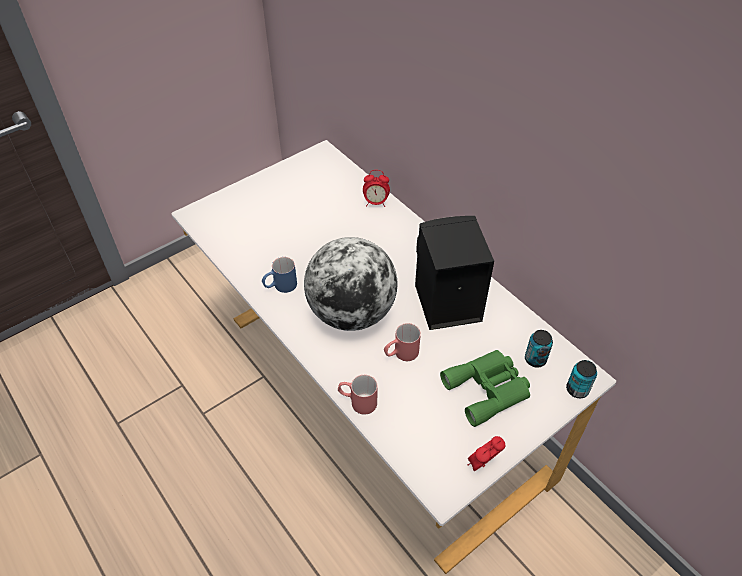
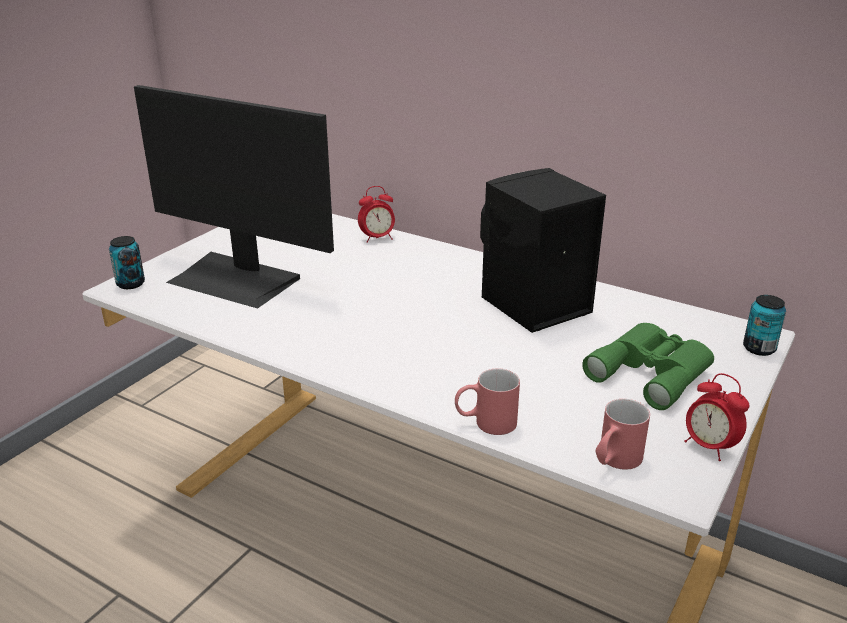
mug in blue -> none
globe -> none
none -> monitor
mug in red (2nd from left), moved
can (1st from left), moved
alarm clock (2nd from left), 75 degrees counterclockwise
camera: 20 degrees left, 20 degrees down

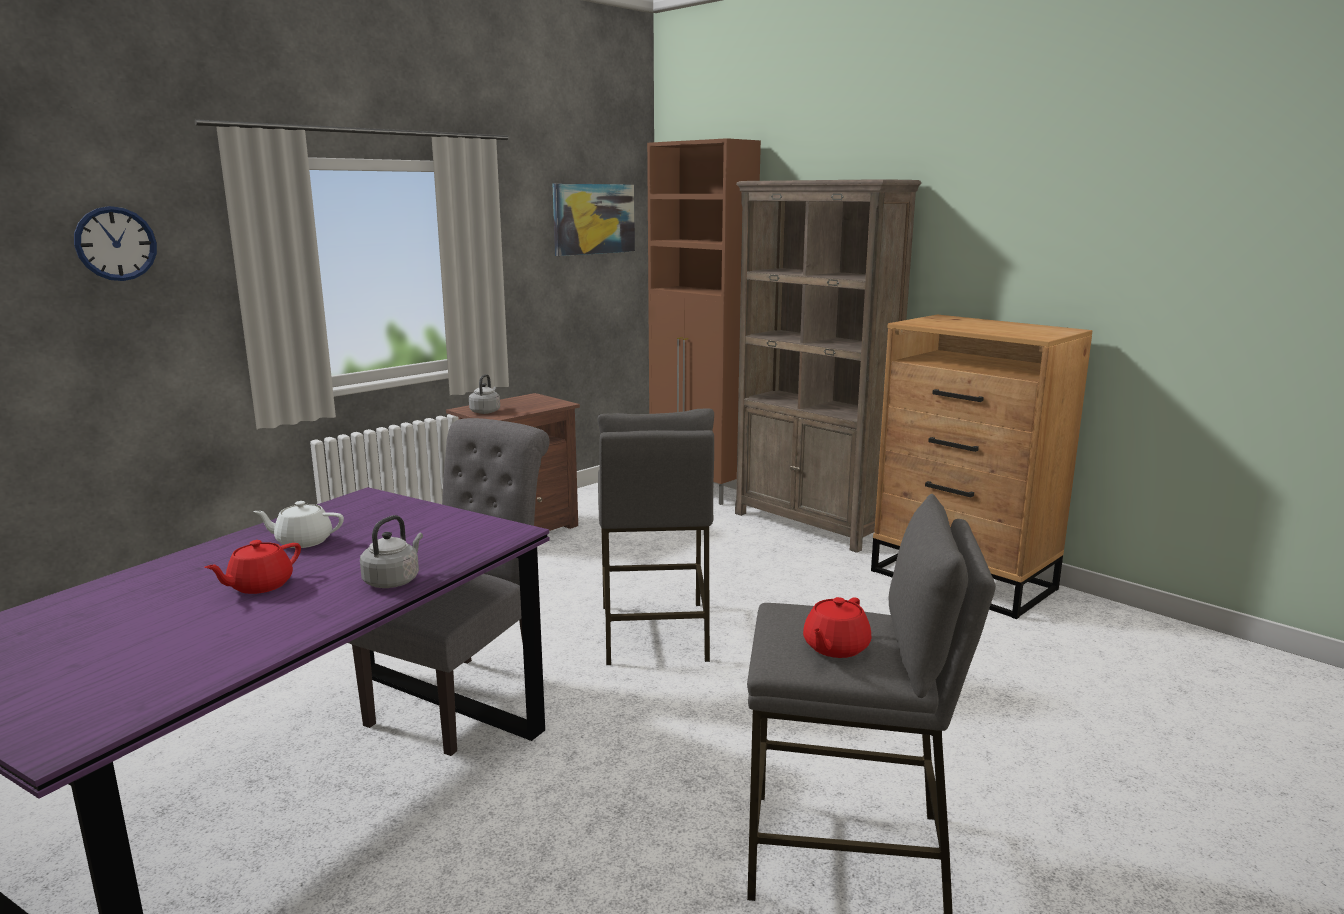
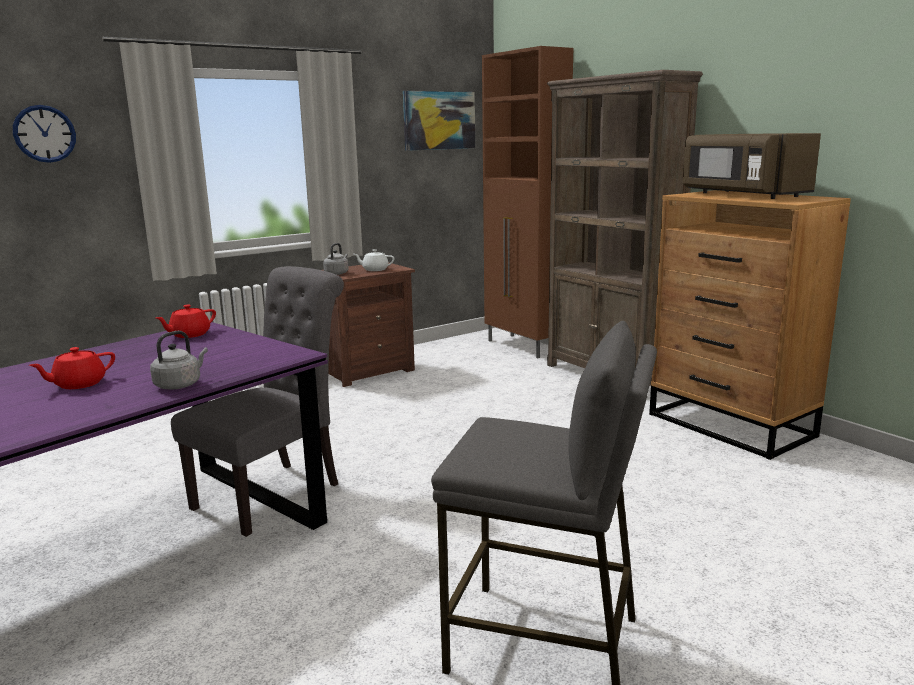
stool in grey (1st from left) -> none
none -> microwave in brown
teapot in white, moved
teapot in red (2nd from left), moved
camera: 10 degrees right, 0 degrees up

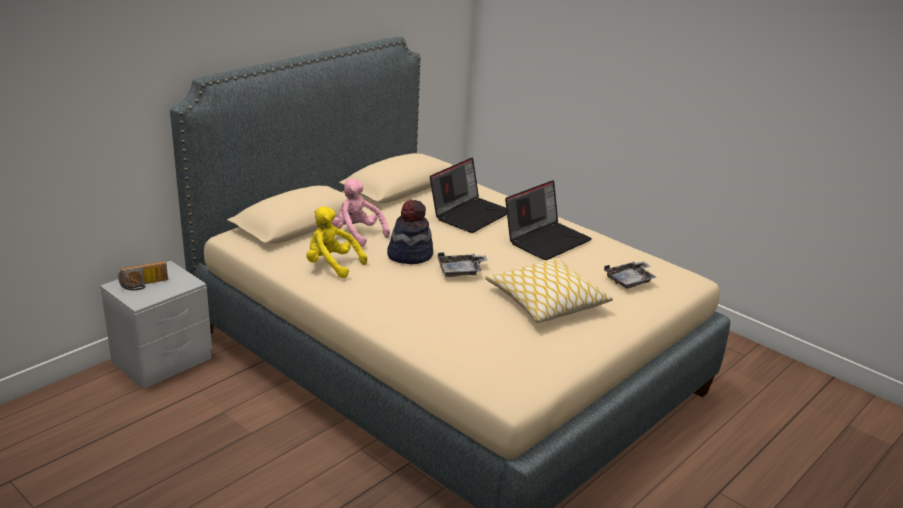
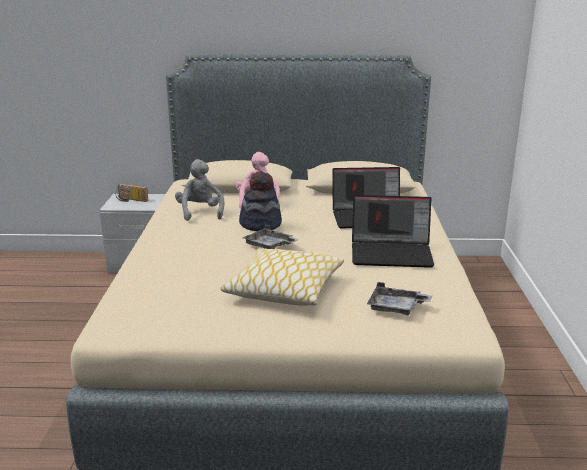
plush toy in yellow -> plush toy in grey
camera: 50 degrees right, 5 degrees down

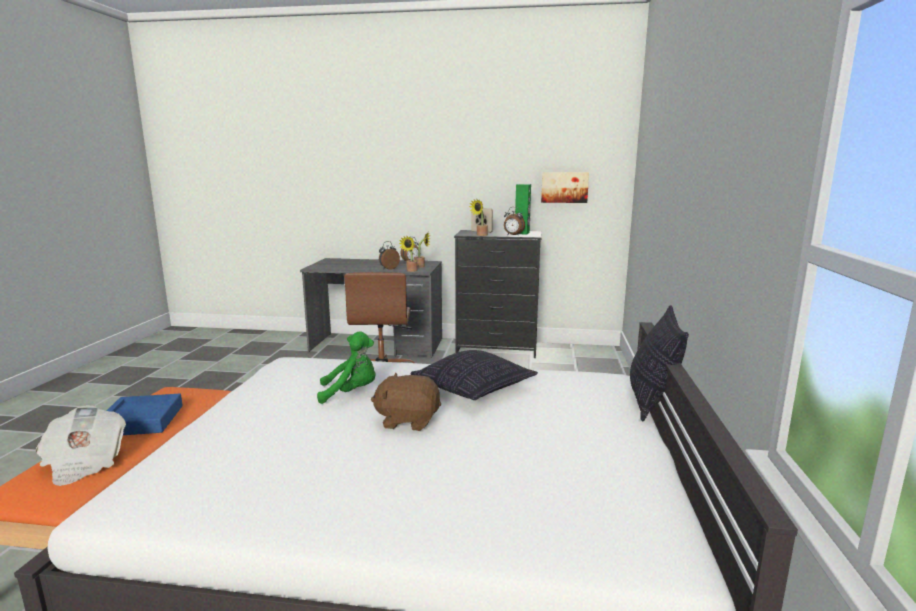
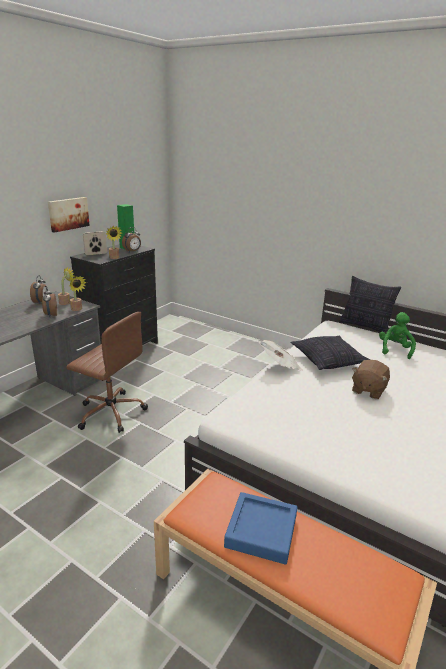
newspaper, moved
plush toy in green, moved
picture, moved
camera: 65 degrees left, 10 degrees up

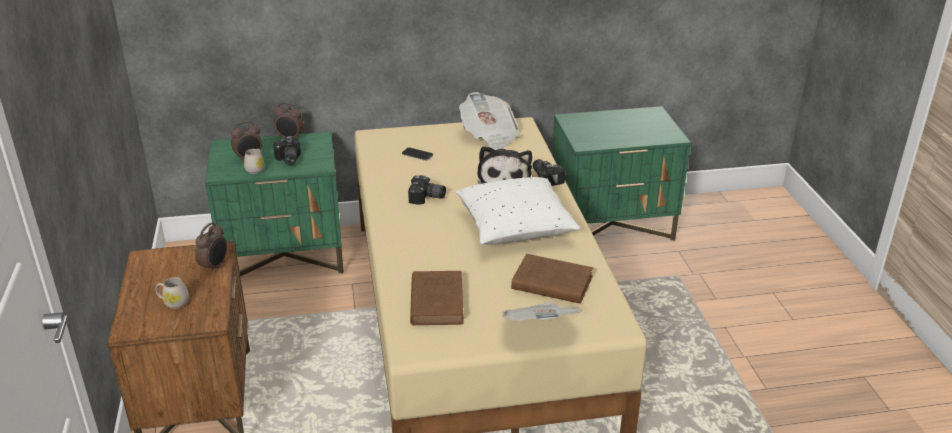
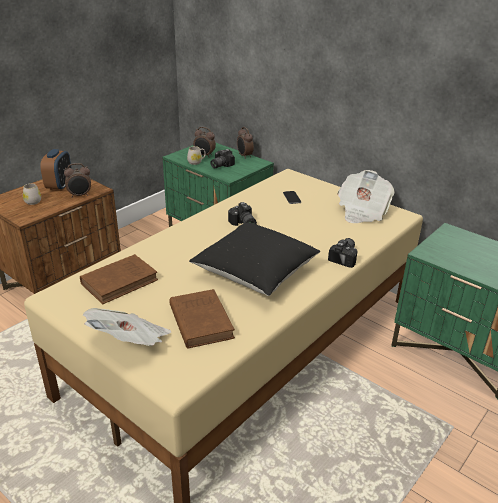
plush toy -> none
none -> alarm clock (1st from left)
pillow in white -> pillow in black
camera: 50 degrees right, 0 degrees up

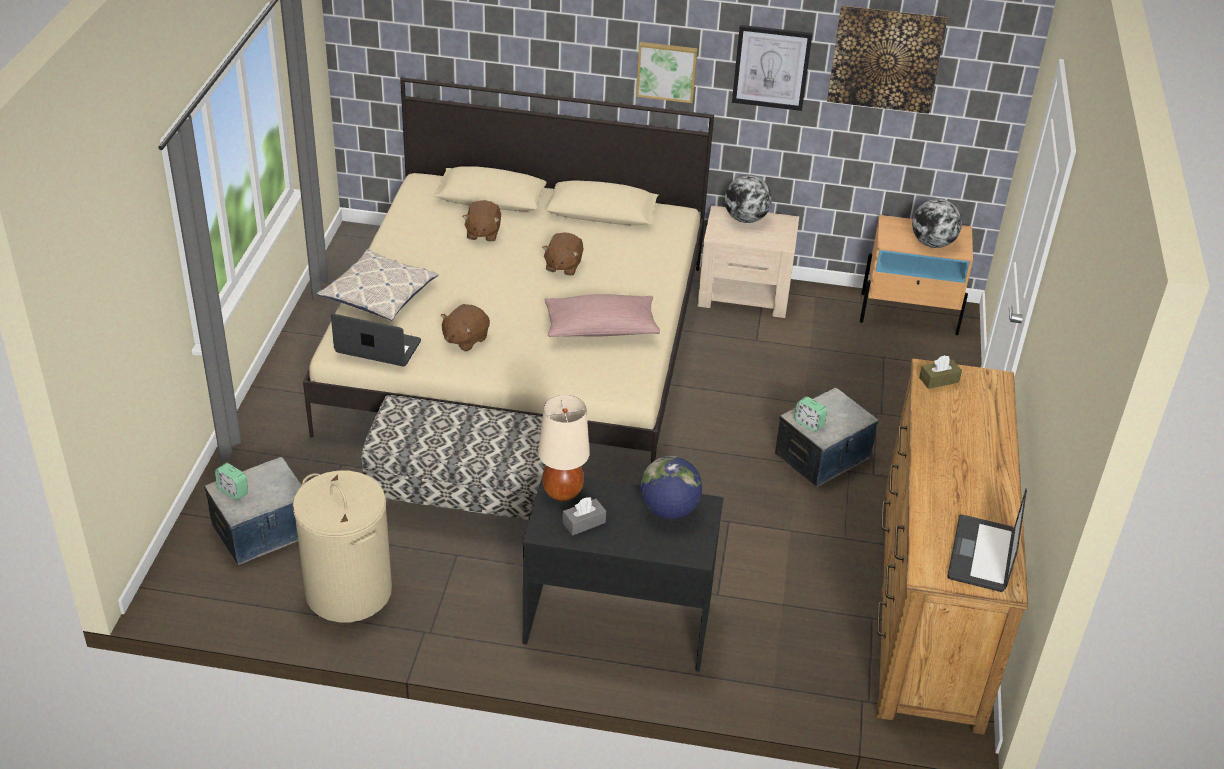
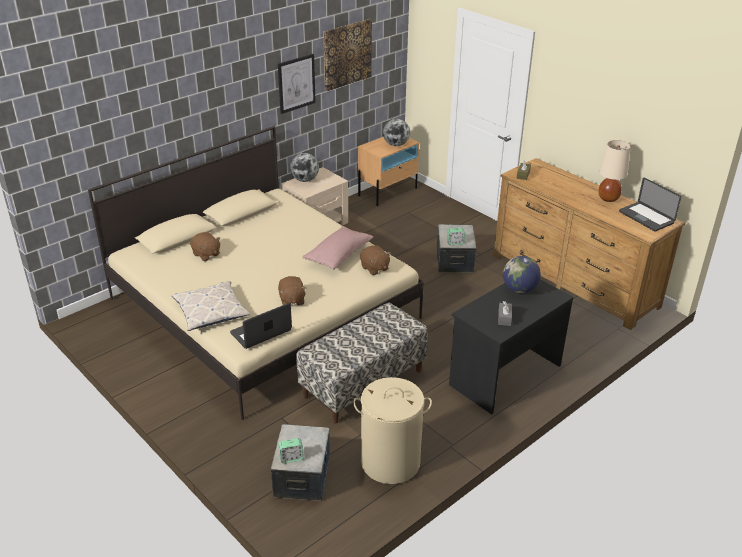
picture (1st from left) -> none
table lamp in beige, moved
plush toy in brown (3rd from left), moved
camera: 50 degrees left, 5 degrees down

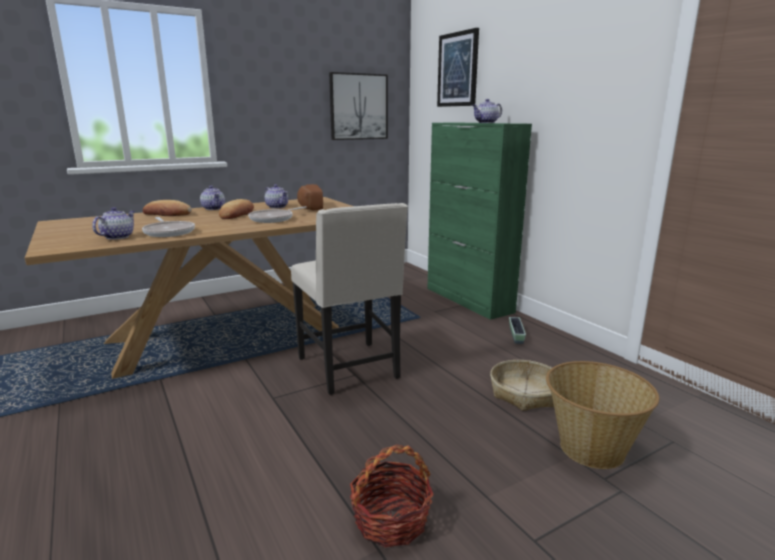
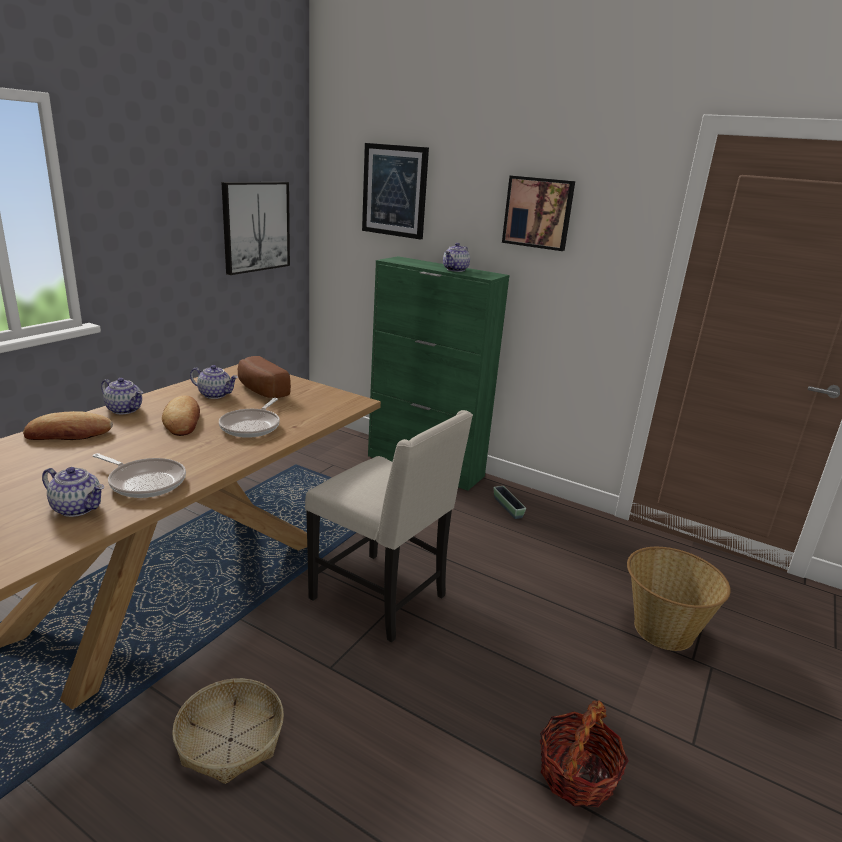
none -> picture (3rd from left)
basket (2nd from left in the first image) -> basket (1st from left), moved
teapot (1st from left), 120 degrees clockwise
camera: 30 degrees left, 5 degrees up

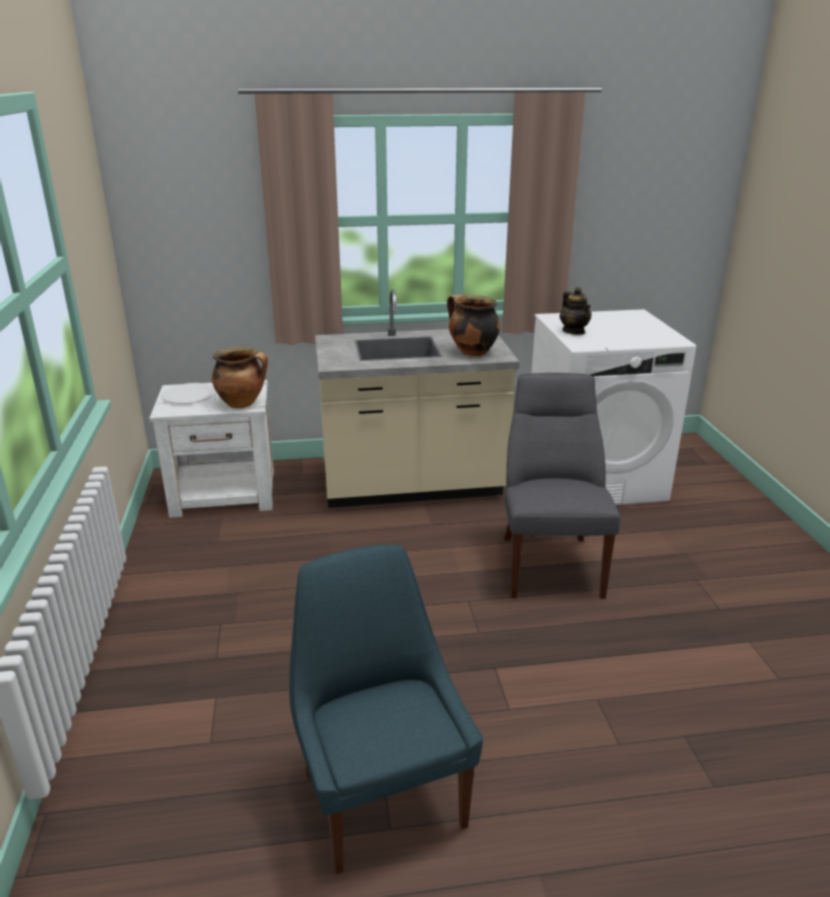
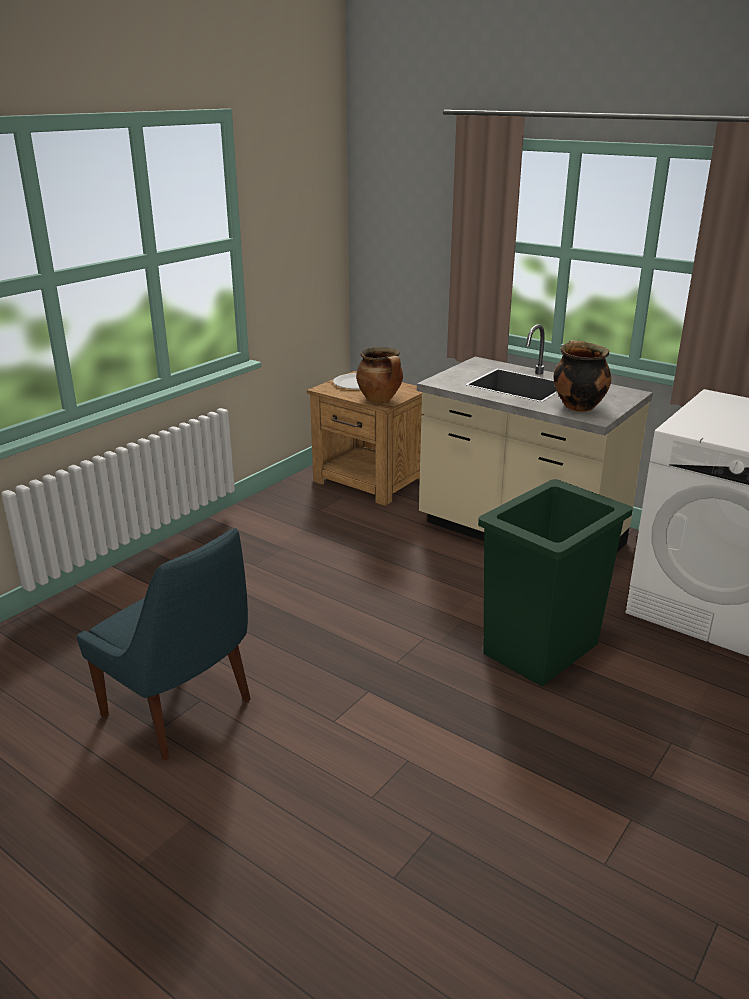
teapot -> none
chair in grey -> trash can in green
nightstand in white -> nightstand in brown
chair in blue, 105 degrees clockwise
camera: 45 degrees right, 0 degrees up

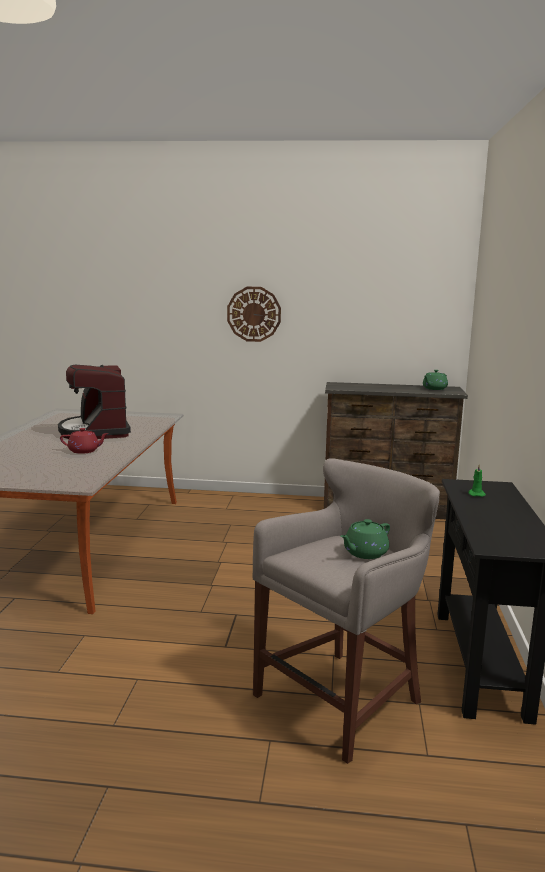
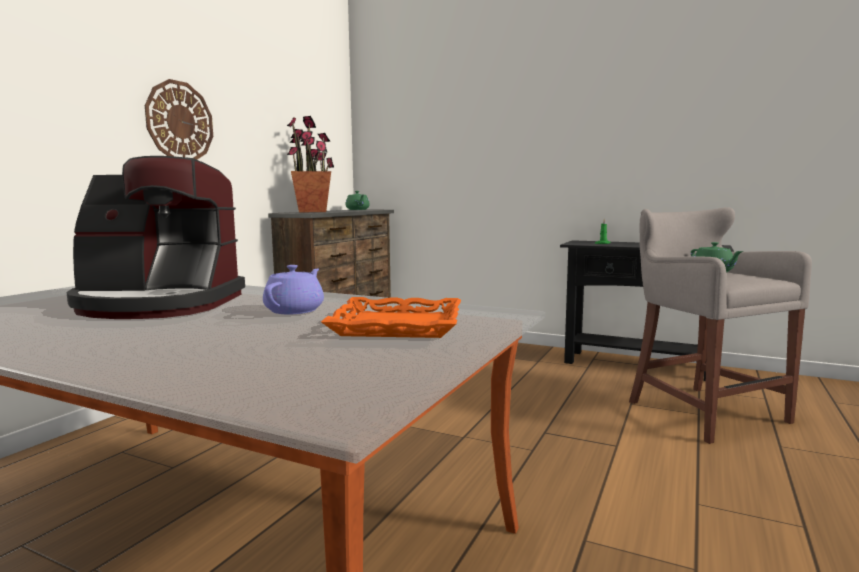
none -> potted plant
none -> tray in orange
teapot in red -> teapot in purple
camera: 70 degrees left, 5 degrees down

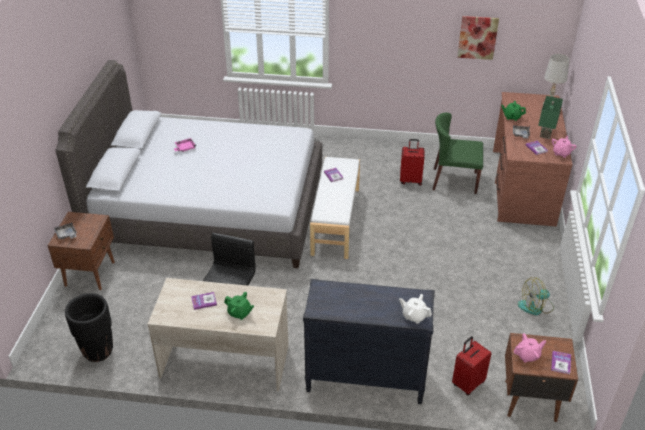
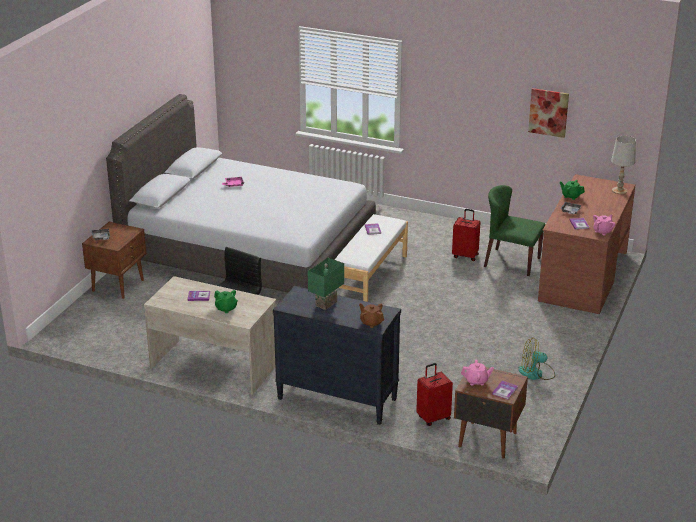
planter in black -> none
table lamp in green, moved
teapot in white -> teapot in brown
camera: 15 degrees right, 10 degrees down

